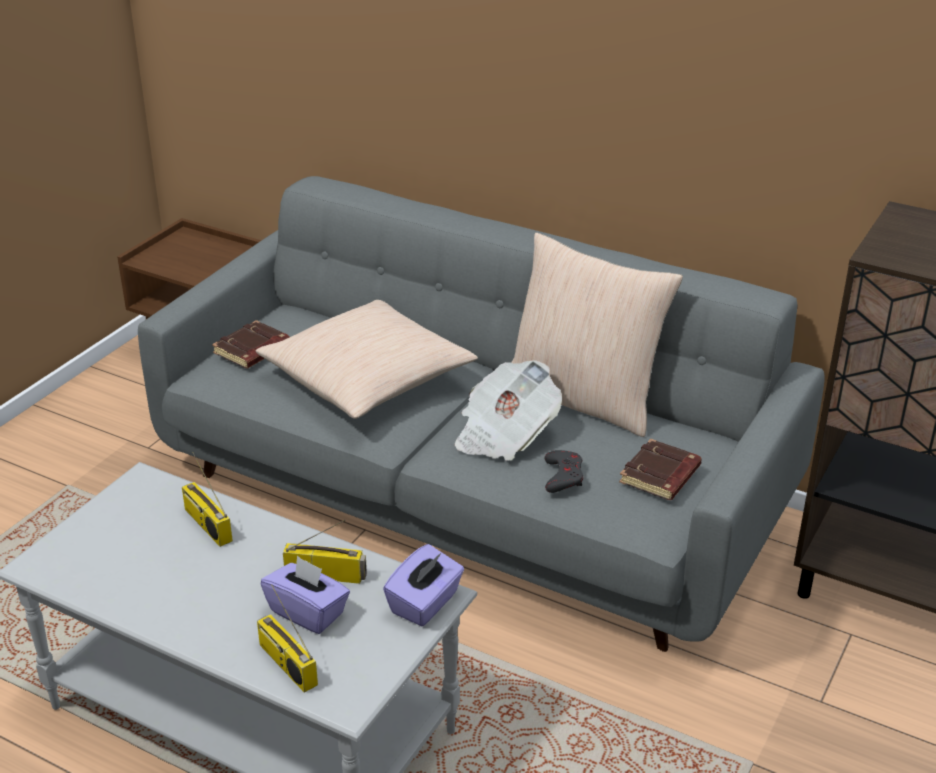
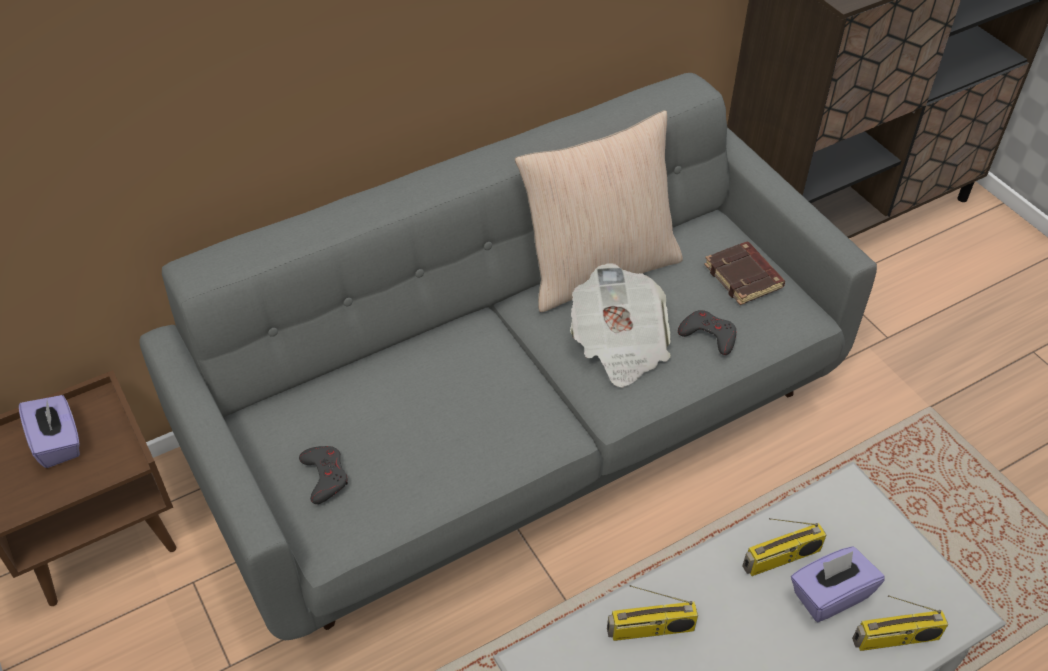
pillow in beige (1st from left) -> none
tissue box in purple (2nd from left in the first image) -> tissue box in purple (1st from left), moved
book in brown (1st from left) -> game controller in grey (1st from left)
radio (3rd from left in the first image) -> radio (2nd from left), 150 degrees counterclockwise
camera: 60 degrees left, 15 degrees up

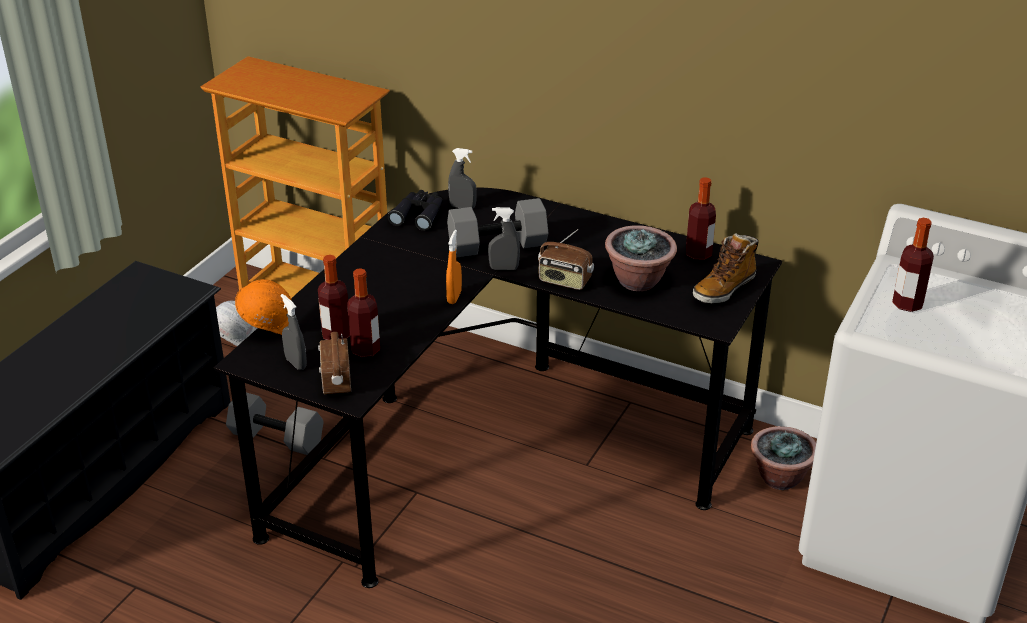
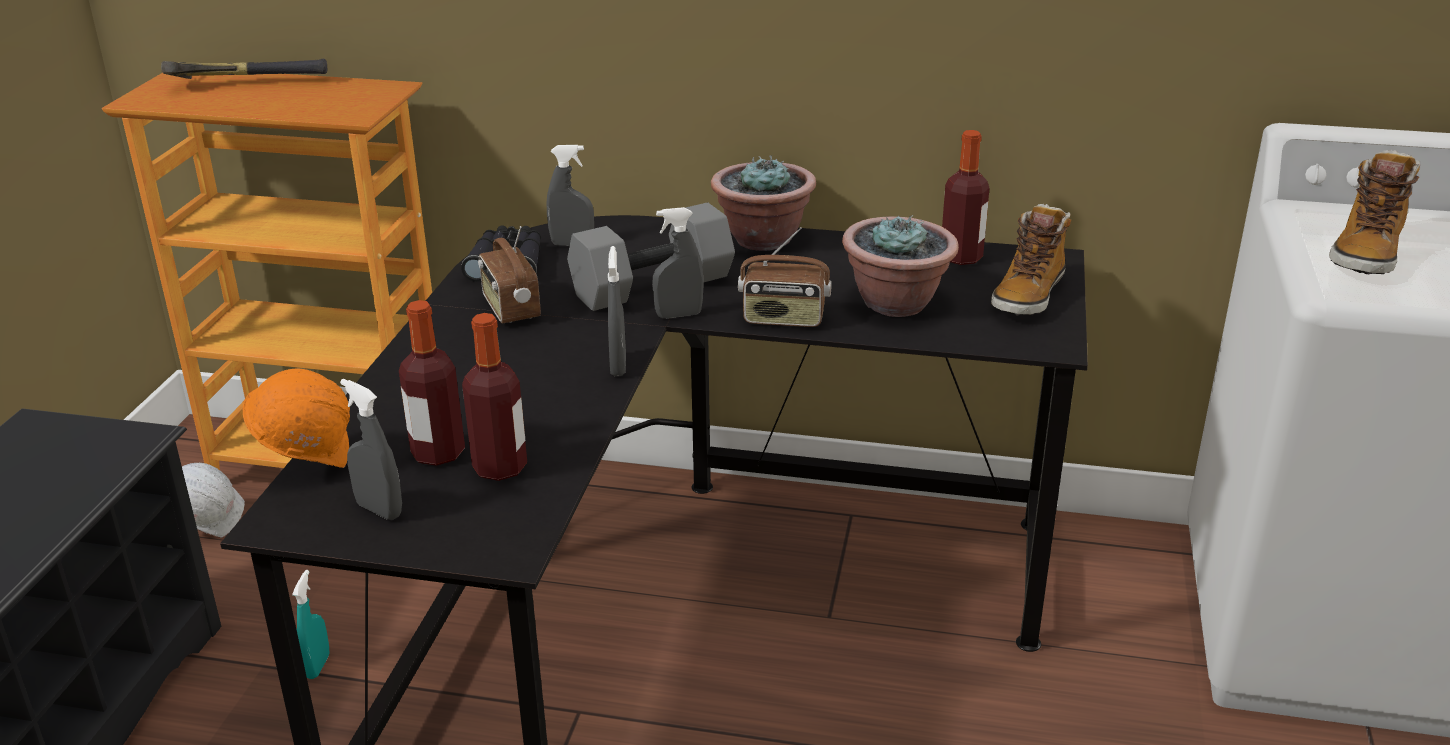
none -> hammer
radio (1st from left), moved
potted plant (2nd from left in the first image) -> potted plant (1st from left), moved
dumbbell in grey (1st from left) -> spray bottle in turquoise
bottle (4th from left) -> boot (2nd from left)
spray bottle in orange -> spray bottle in grey (3rd from left)
camera: 15 degrees left, 5 degrees down

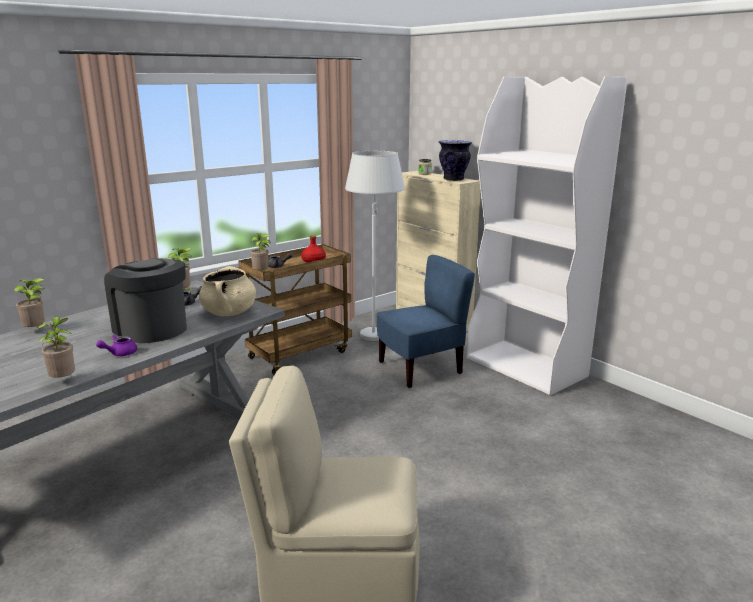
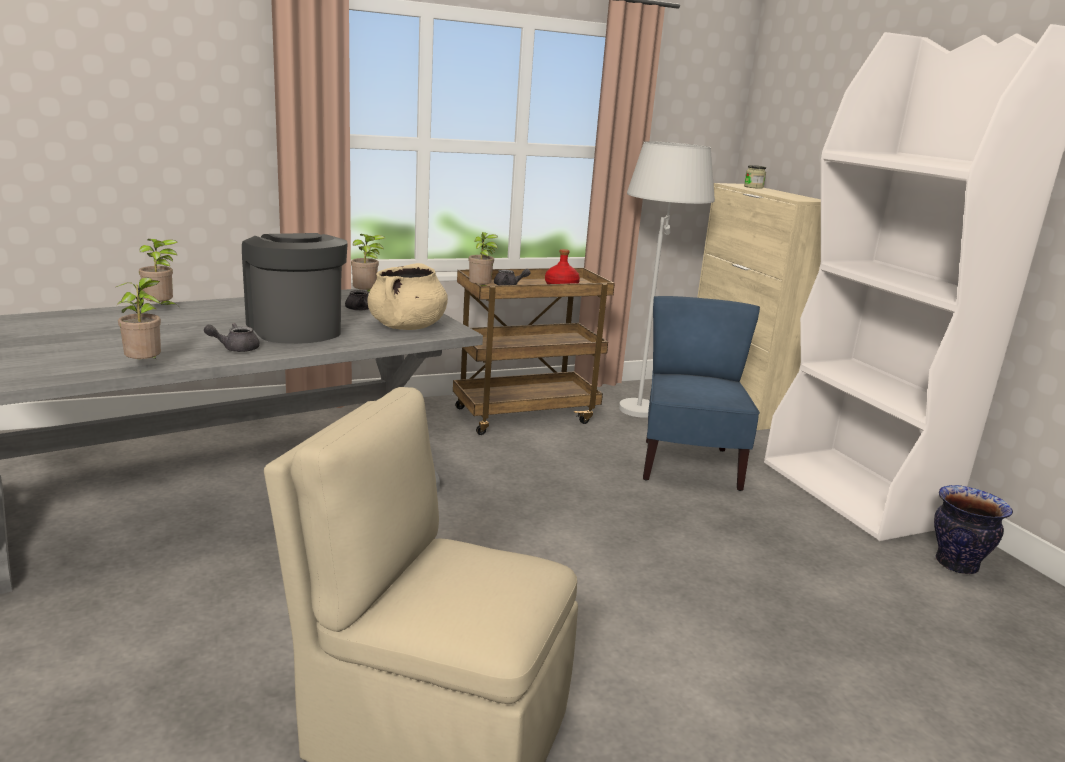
vase, moved
teapot in purple -> teapot in grey (1st from left)
chair in blue, 75 degrees counterclockwise
camera: 15 degrees right, 0 degrees up

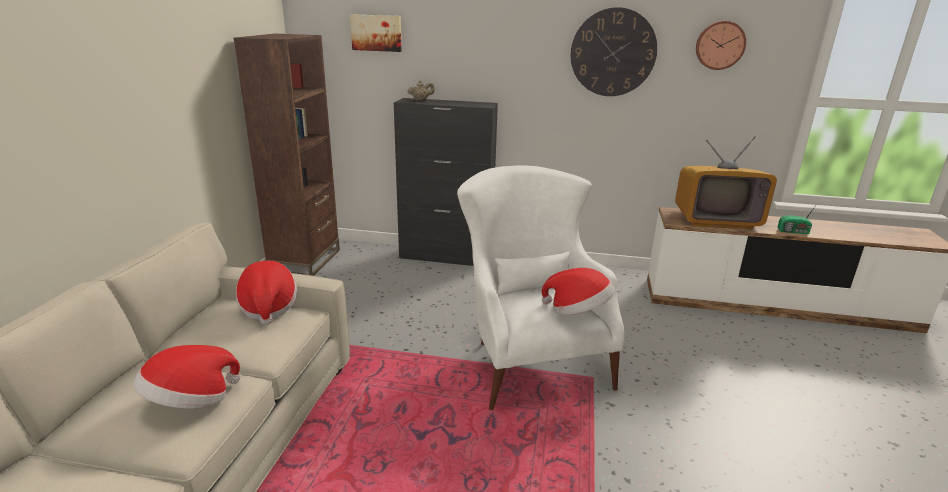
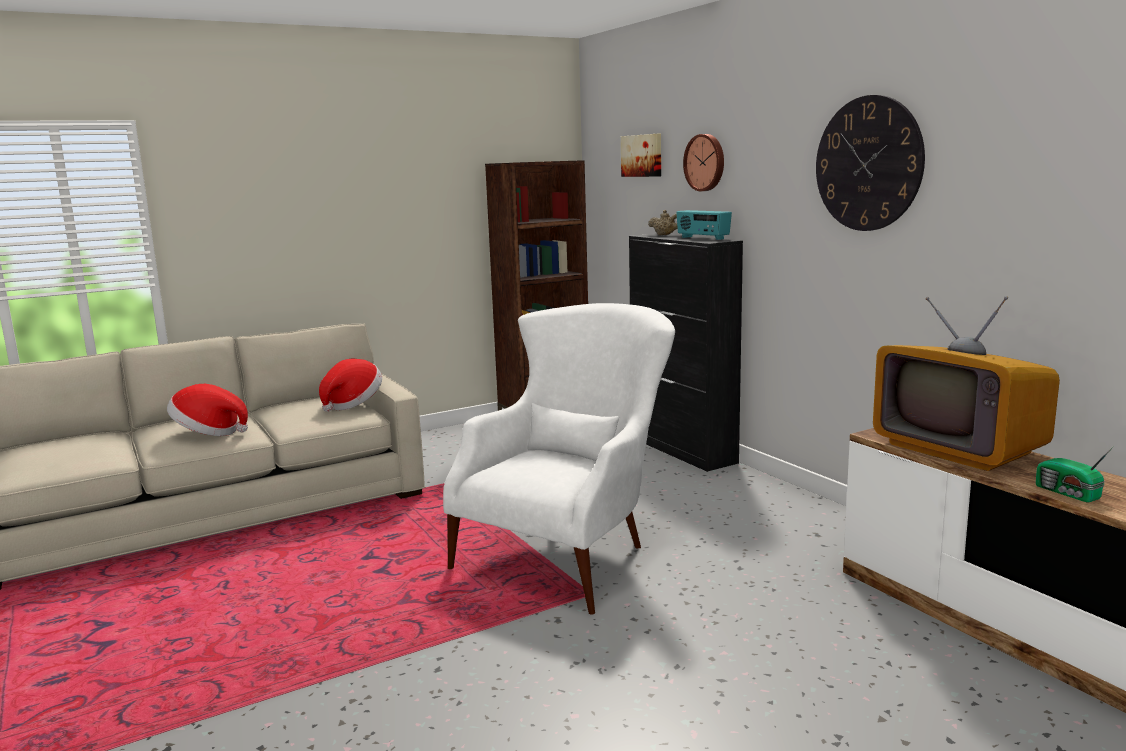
hat (3rd from left) -> none
none -> radio (1st from left)
wall clock (2nd from left in the first image) -> wall clock (1st from left), moved
camera: 50 degrees right, 10 degrees down

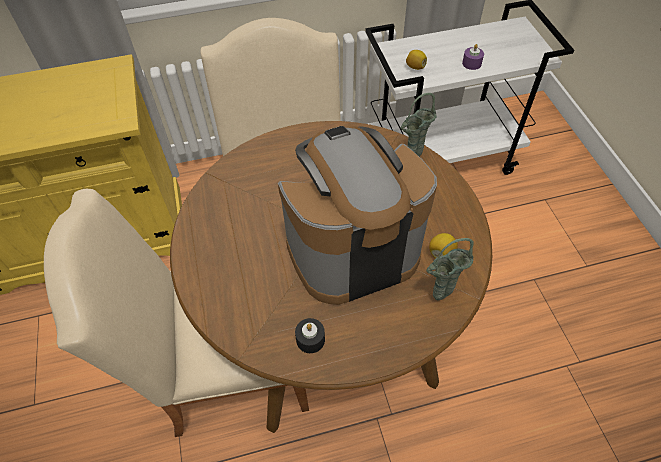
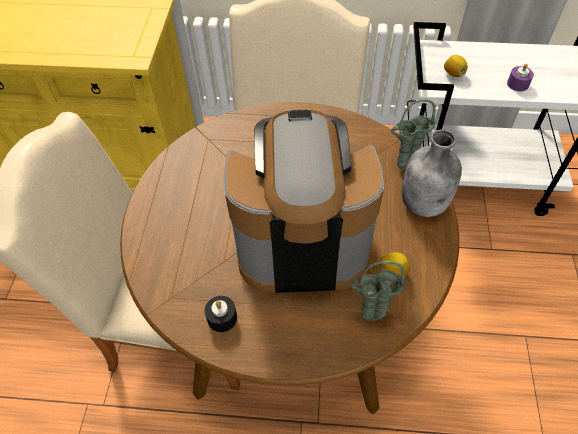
none -> bottle in grey
camera: 20 degrees right, 0 degrees up

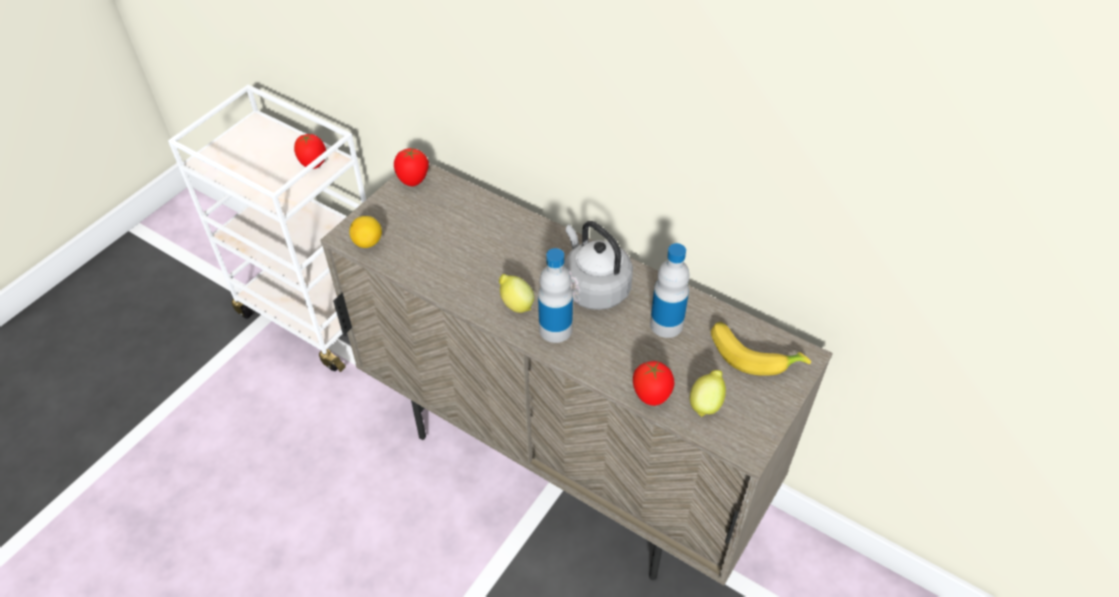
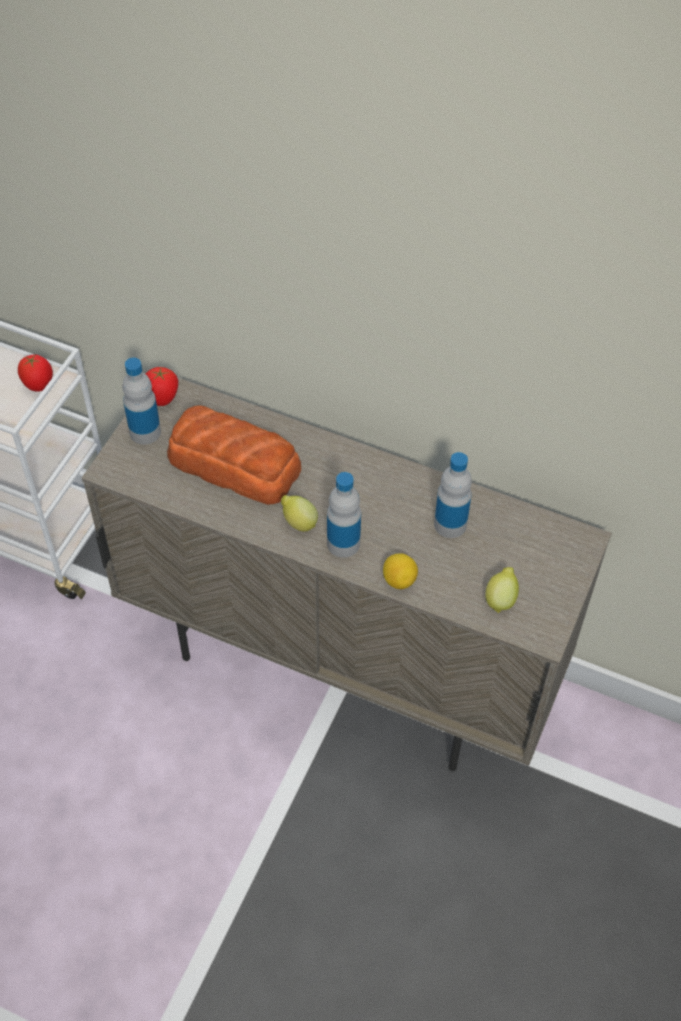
kettle in grey -> none
tomato (3rd from left) -> none
banana -> none
none -> bottle (1st from left)
none -> bread
lemon (1st from left in the first image) -> lemon (2nd from left), moved
camera: 10 degrees left, 5 degrees up

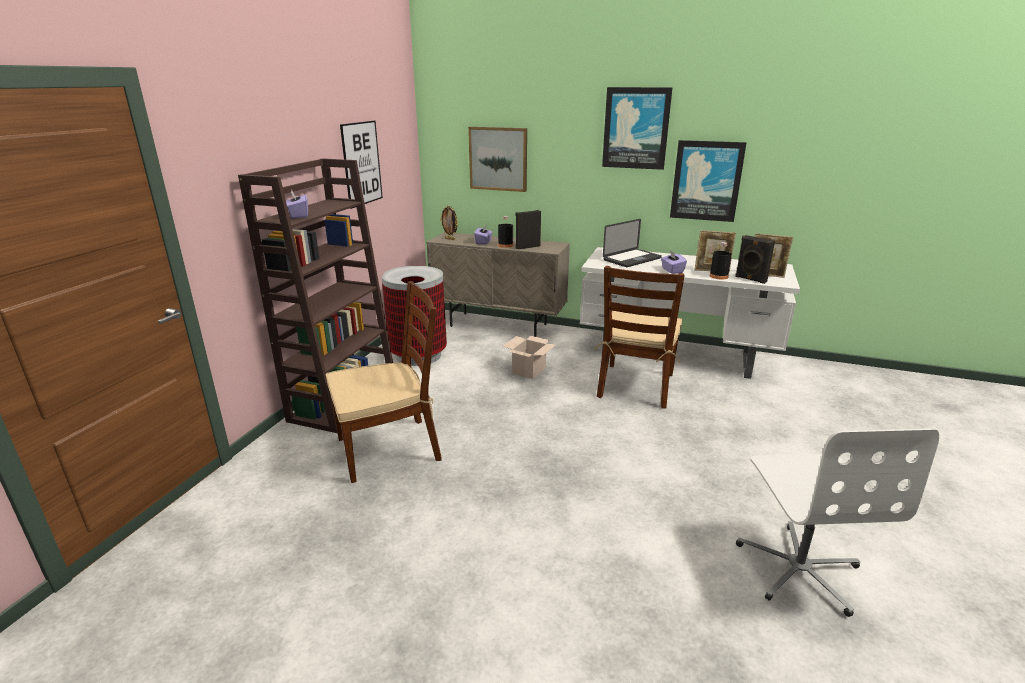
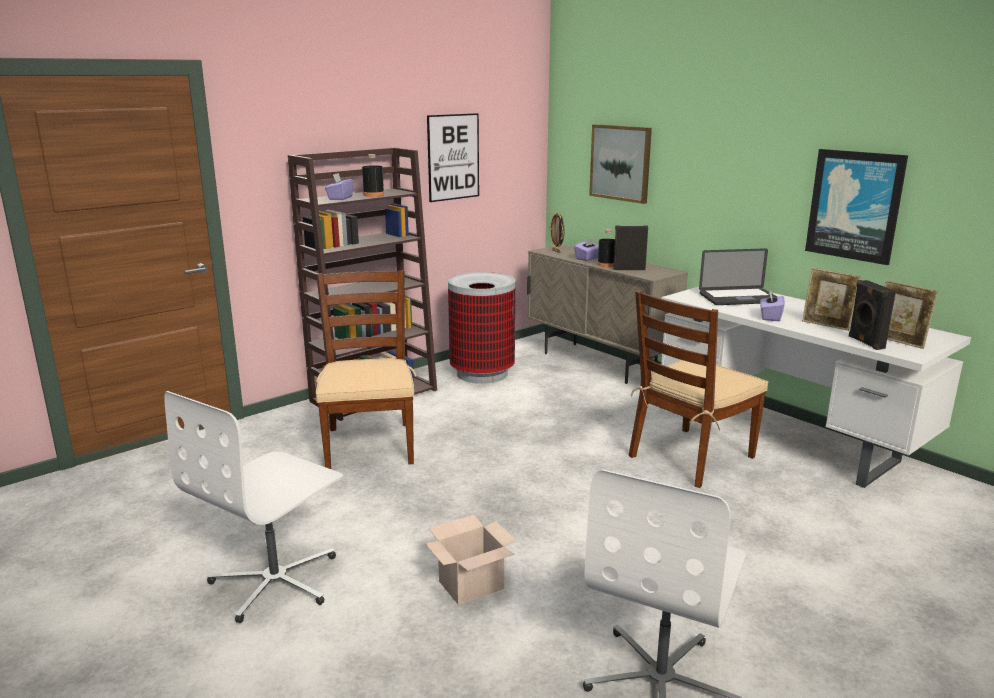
picture (3rd from left) -> none
none -> office chair in white (1st from left)
cardboard box, moved
bottle in black (2nd from left in the first image) -> bottle in black (1st from left), moved
chair in brown (1st from left), 105 degrees counterclockwise
camera: 30 degrees right, 5 degrees down

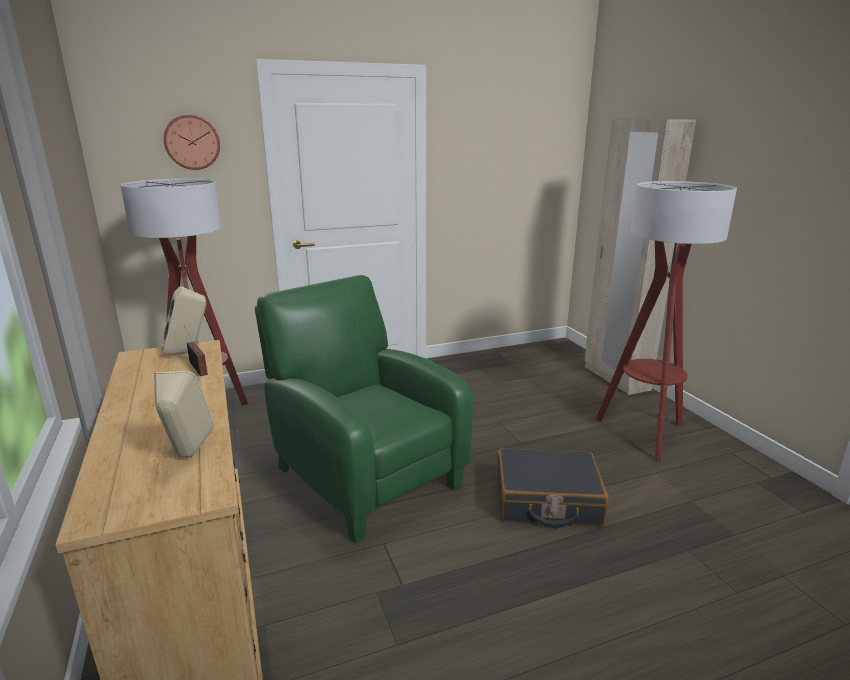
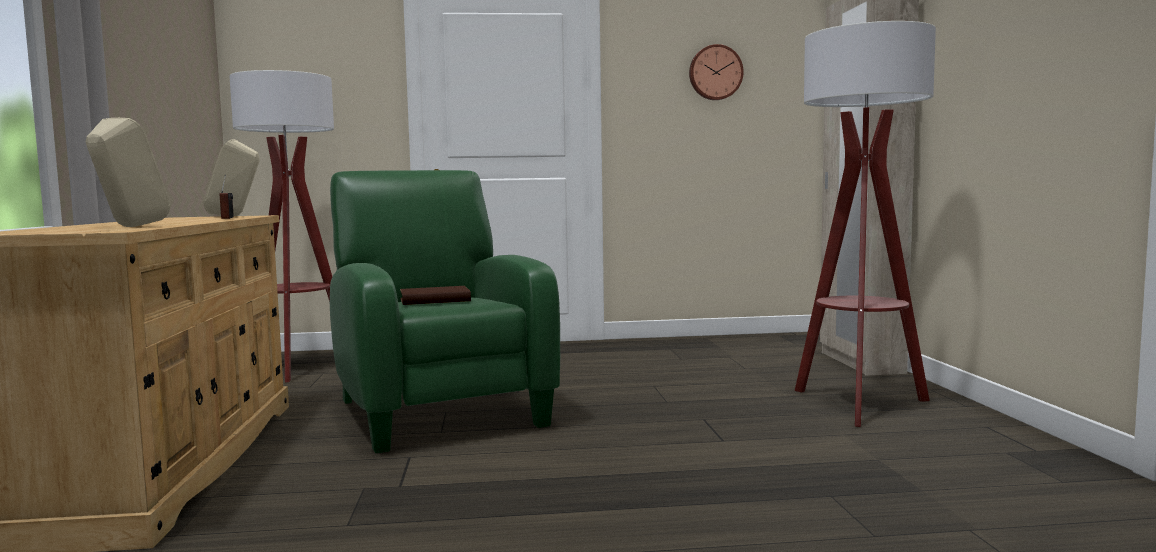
suitcase in black -> none
none -> book in brown
wall clock, moved
camera: 15 degrees right, 15 degrees down

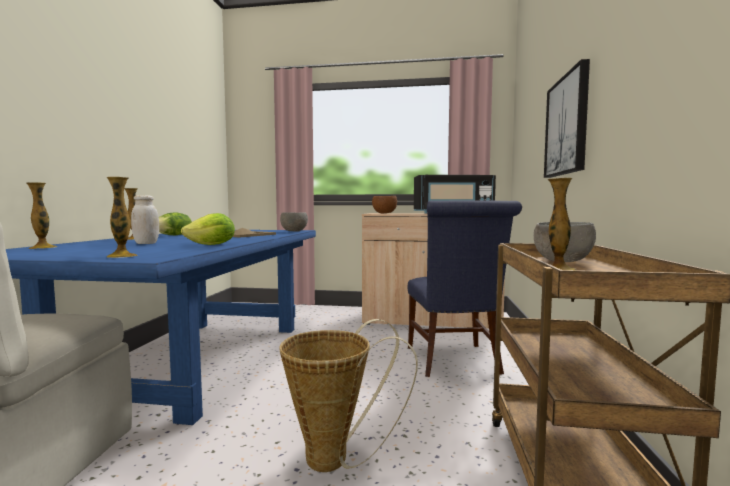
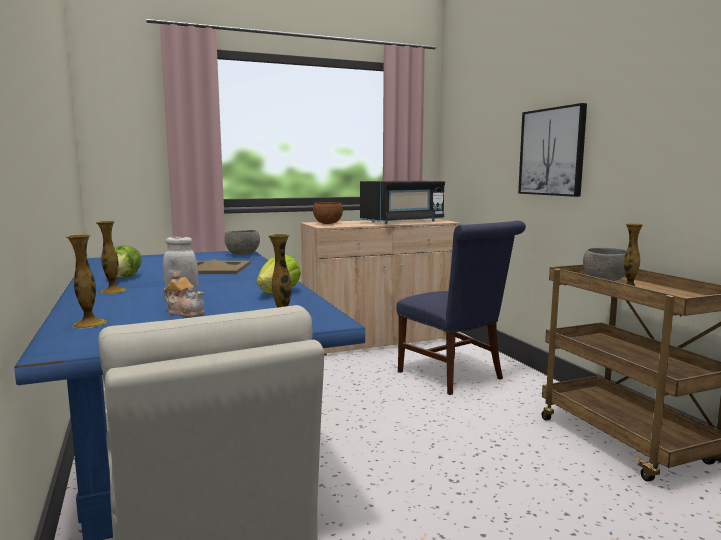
basket -> none
none -> teapot
camera: 30 degrees left, 5 degrees up

